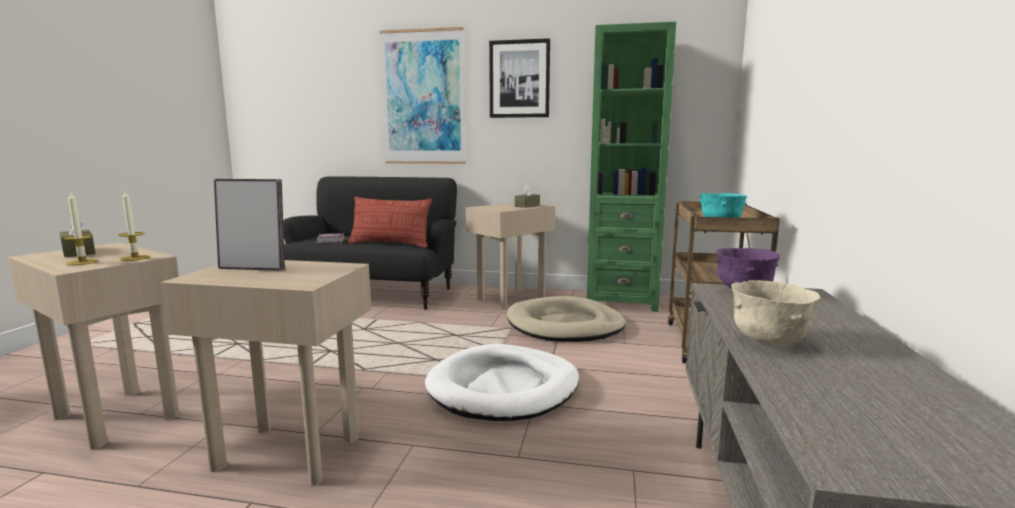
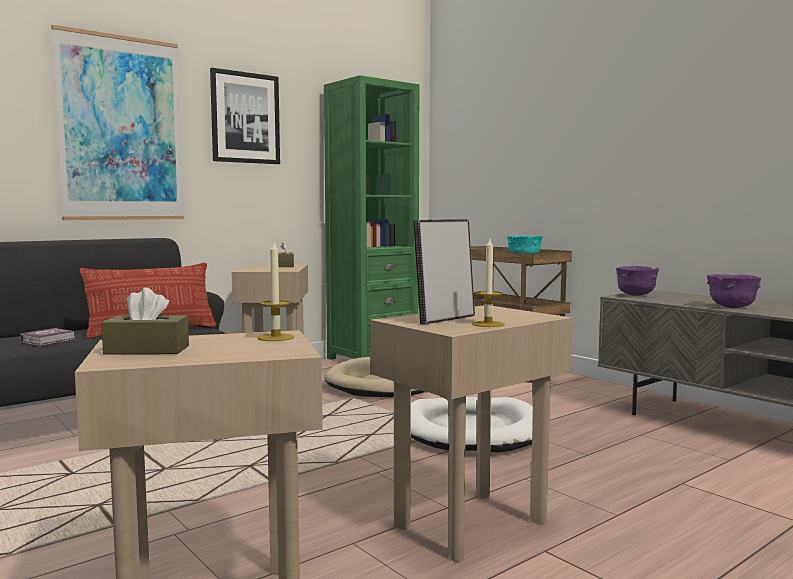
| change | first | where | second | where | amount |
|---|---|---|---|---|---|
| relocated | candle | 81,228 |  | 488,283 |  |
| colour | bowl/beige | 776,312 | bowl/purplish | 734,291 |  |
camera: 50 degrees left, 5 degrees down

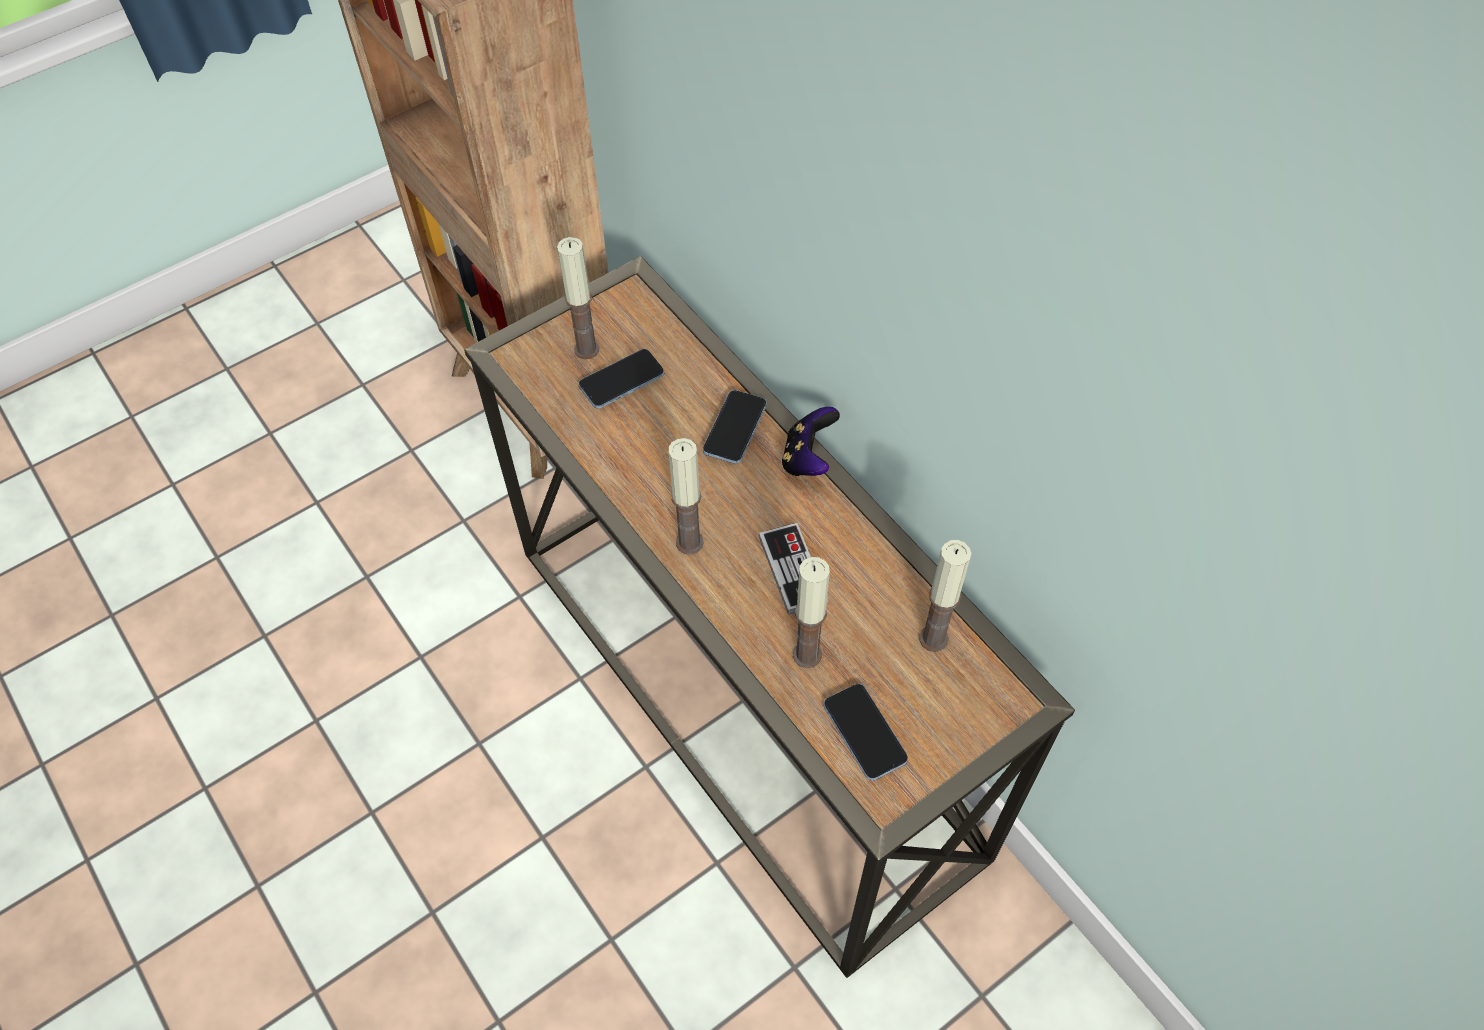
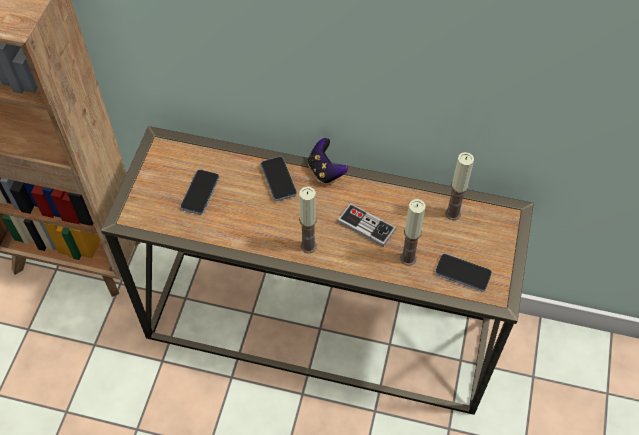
| change | first | where | second | where | amount |
|---|---|---|---|---|---|
| missing | candle | 578,298 |  |  |  |
camera: 40 degrees left, 0 degrees up

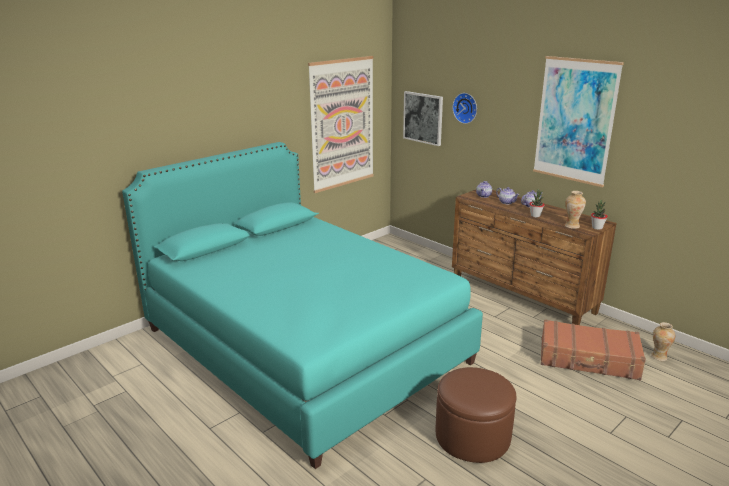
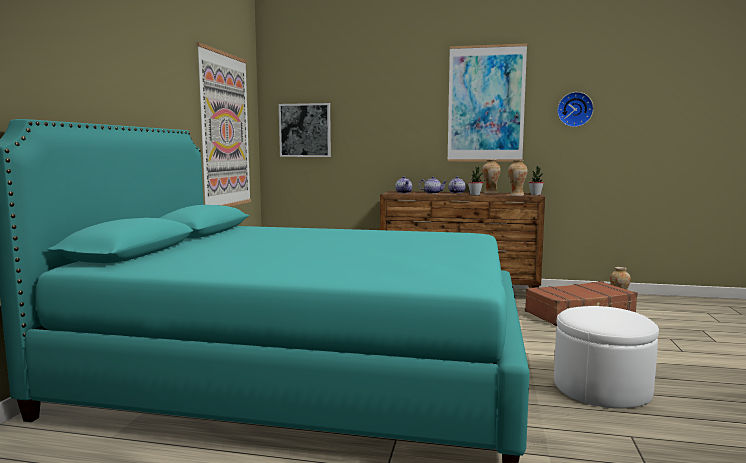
| change | first | where | second | where | amount |
|---|---|---|---|---|---|
| colour | pouffe/brown | 476,415 | pouffe/white-coloured | 606,357 |  |
| relocated | wall clock | 464,108 |  | 575,109 |  |
| appeared |  |  | decorative vase | 491,177 |  |
camera: 35 degrees left, 15 degrees down

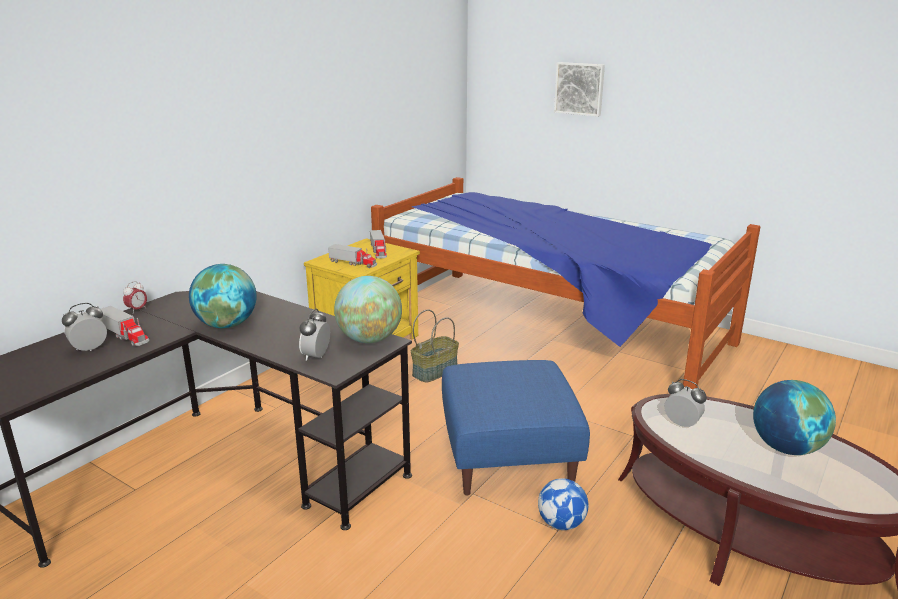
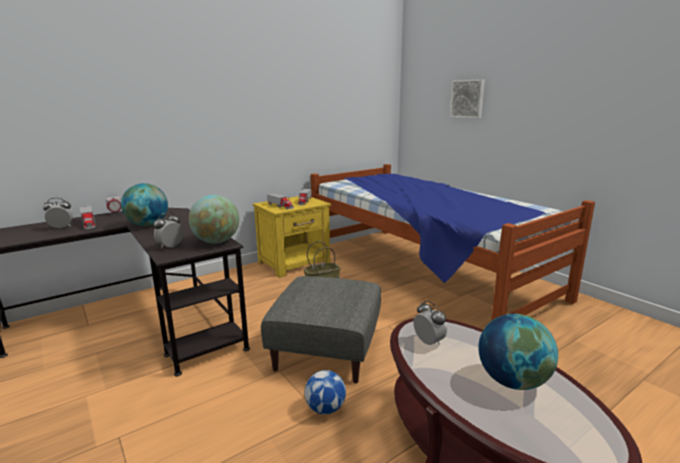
| change | first | where | second | where | amount |
|---|---|---|---|---|---|
| colour | pouffe/blue-coloured | 516,427 | pouffe/greyish | 321,329 |  |
camera: 20 degrees right, 5 degrees down

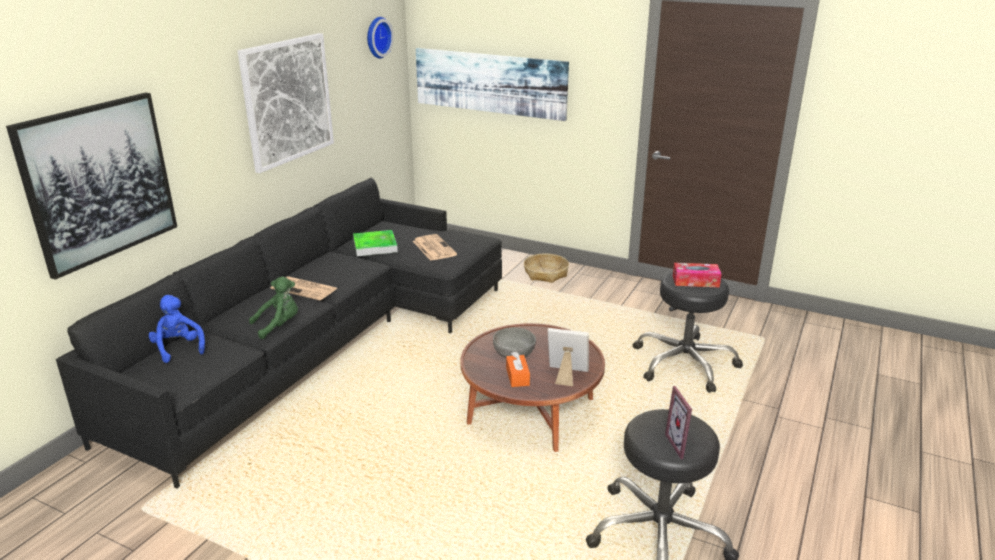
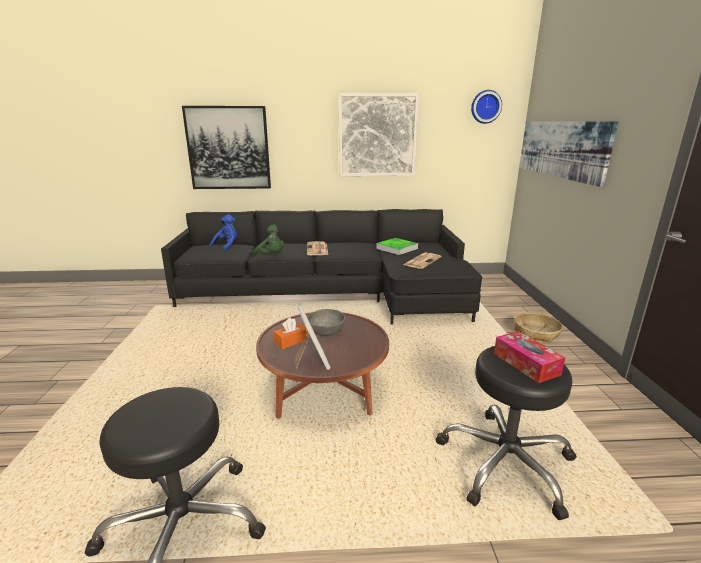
| change | first | where | second | where | amount |
|---|---|---|---|---|---|
| missing | picture frame | 679,422 |  |  |  |
camera: 60 degrees right, 5 degrees down

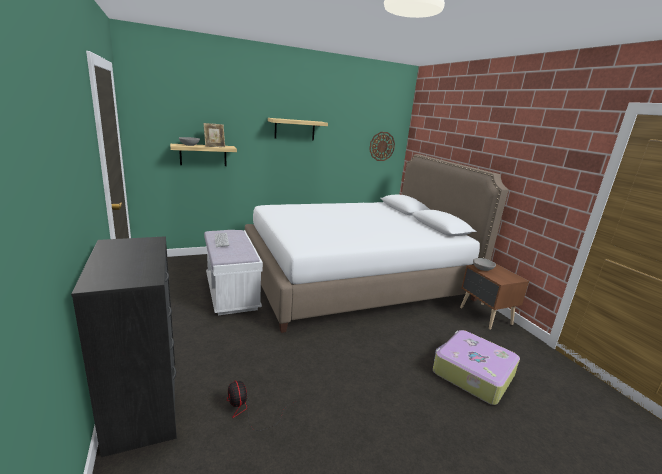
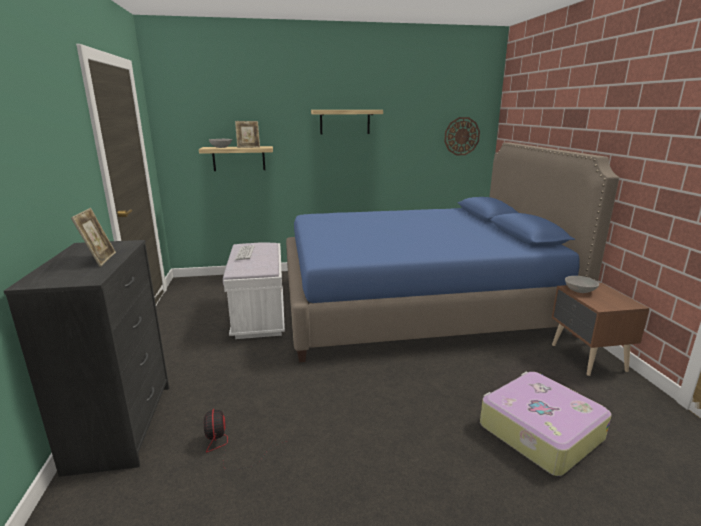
| change | first | where | second | where | amount |
|---|---|---|---|---|---|
| colour | sleeping bed/white-coloured | 376,243 | sleeping bed/blue-coloured | 452,252 |  |
| appeared |  |  | picture frame | 93,237 |  |
camera: 15 degrees right, 0 degrees up

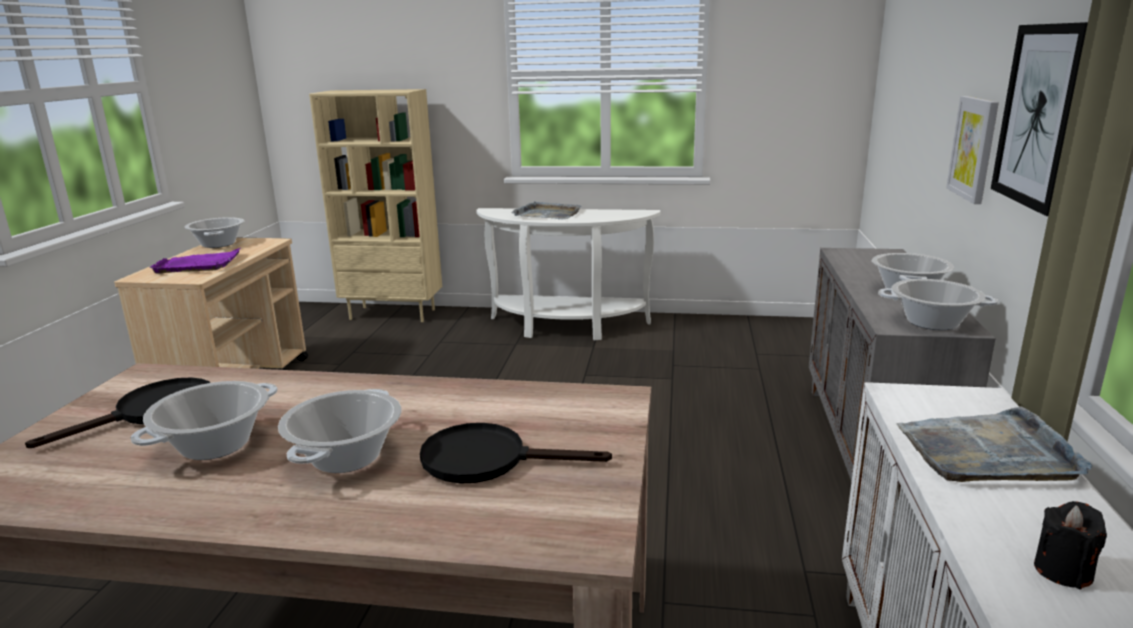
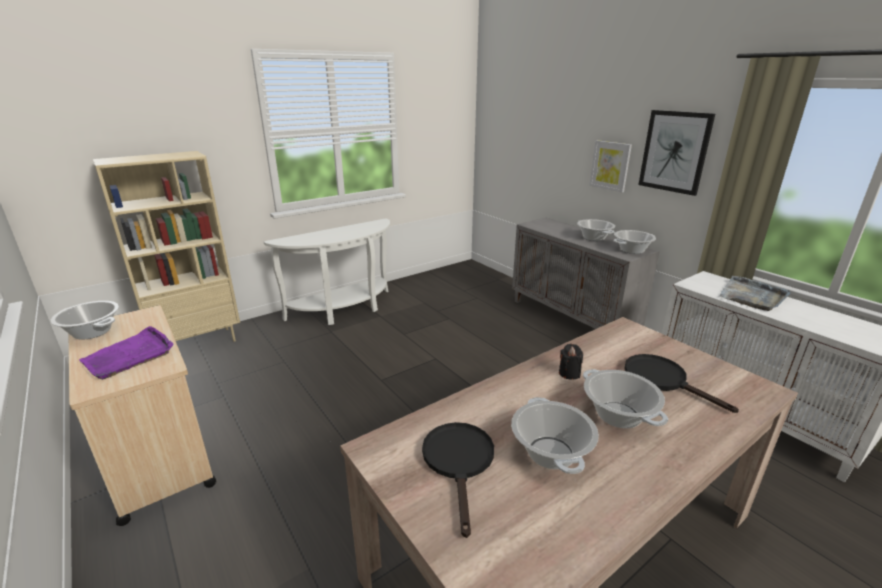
| change | first | where | second | where | amount |
|---|---|---|---|---|---|
| spun | frying pan/blackish | 516,453 |  | 681,383 | 90 degrees clockwise |
| missing | serving tray/greyish | 546,210 |  |  |  |
| relocated | candle/blackish | 1070,545 |  | 571,362 |  |
camera: 45 degrees left, 5 degrees up

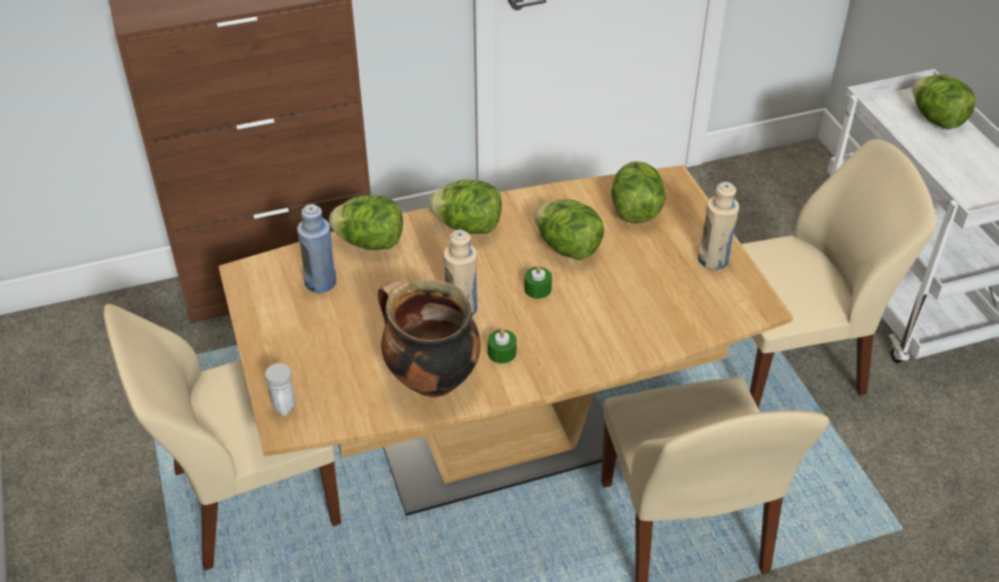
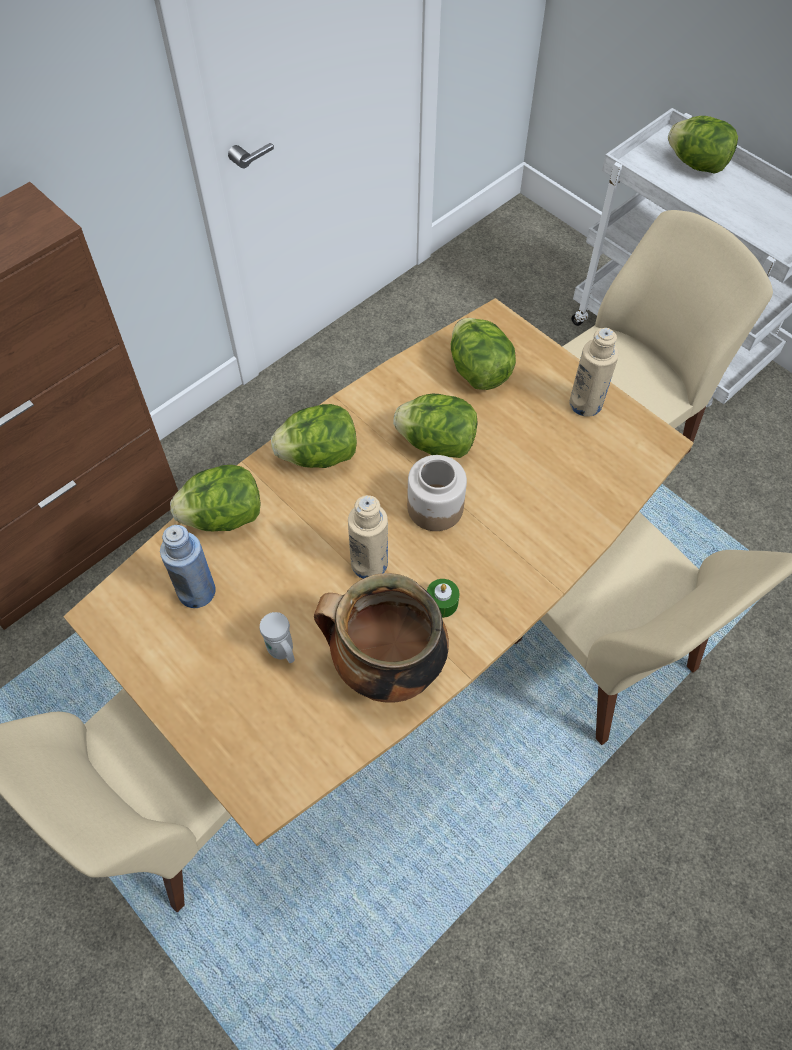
| change | first | where | second | where | amount |
|---|---|---|---|---|---|
| relocated | tea mug/white-coloured | 280,389 |  | 277,637 |  |
| exchanged | candle/green-coloured | 538,282 | storage jar | 437,493 |  |
camera: 25 degrees left, 15 degrees up

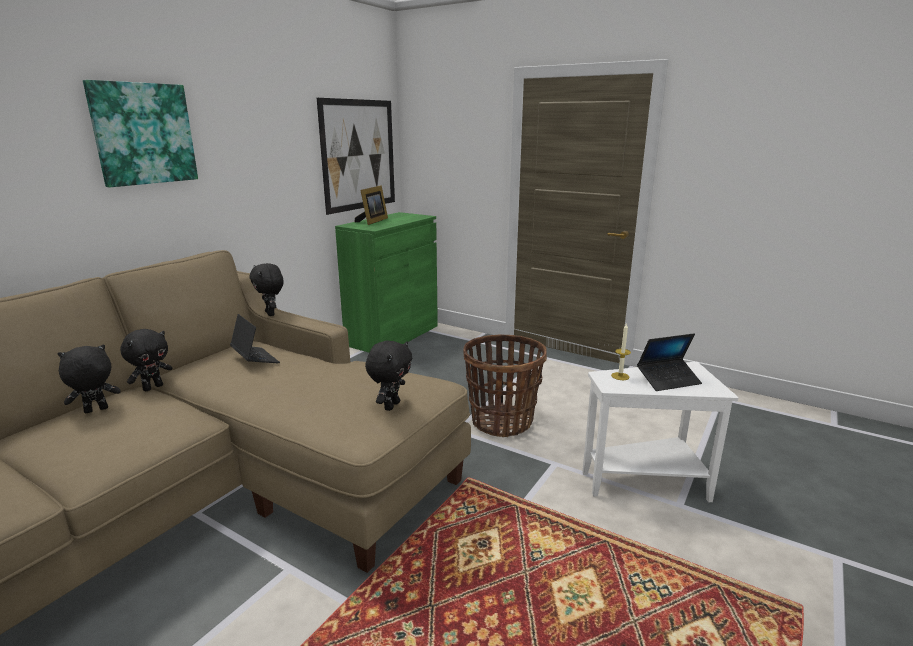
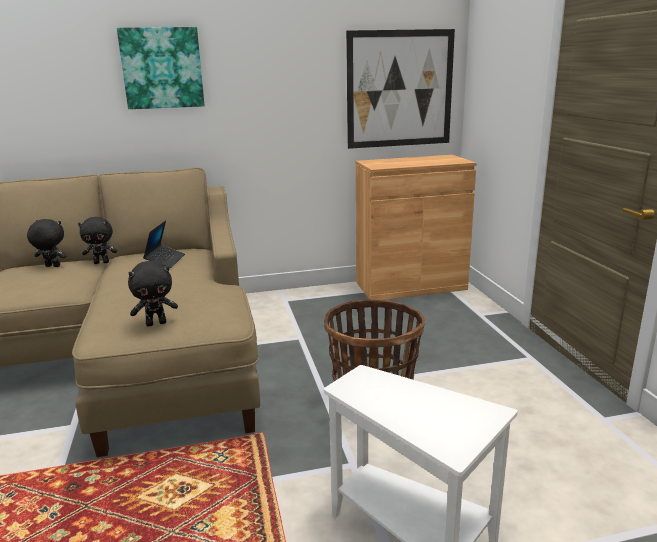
| change | first | where | second | where | amount |
|---|---|---|---|---|---|
| missing | plush toy/blackish | 266,289 |  |  |  |
| colour | cupboard/green-coloured | 386,282 | cupboard/brown | 416,227 |  |
| missing | picture frame | 371,205 |  |  |  |
| missing | candle | 621,352 |  |  |  |
| missing | laptop | 669,362 |  |  |  |
camera: 45 degrees right, 0 degrees up

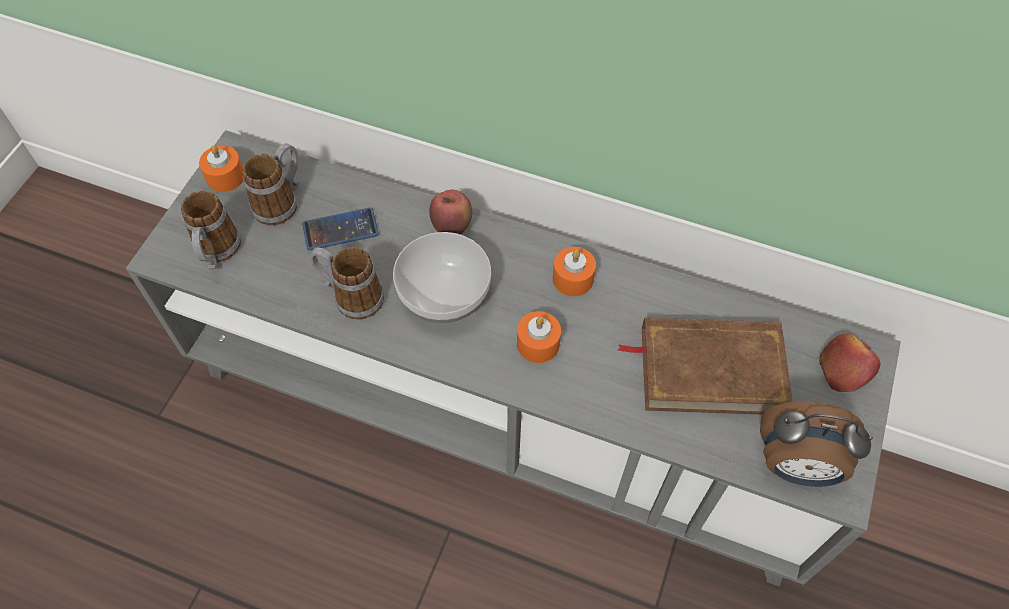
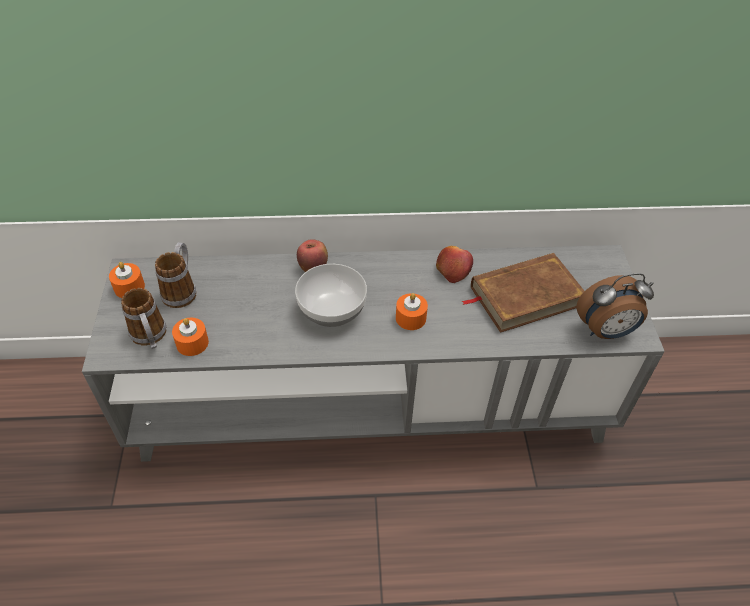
| change | first | where | second | where | amount |
|---|---|---|---|---|---|
| missing | phone | 340,228 |  |  |  |
| missing | tea mug | 346,283 |  |  |  |
| relocated | candle/orange | 574,271 |  | 190,337 |  |
| relocated | apple fruit | 849,363 |  | 454,264 |  |
camera: 25 degrees left, 10 degrees down

